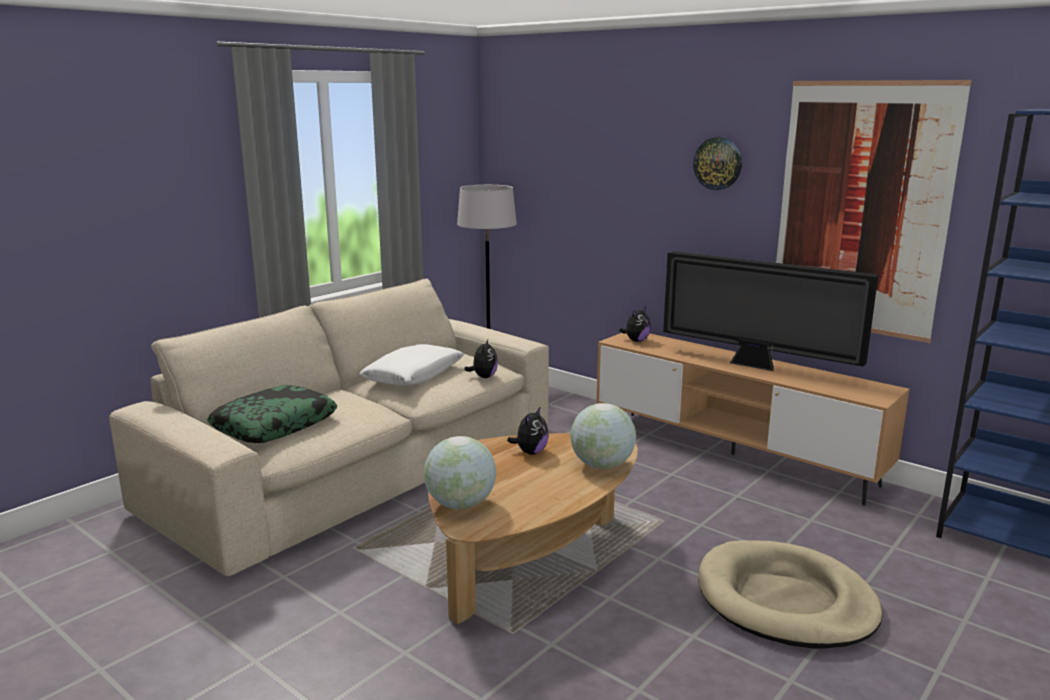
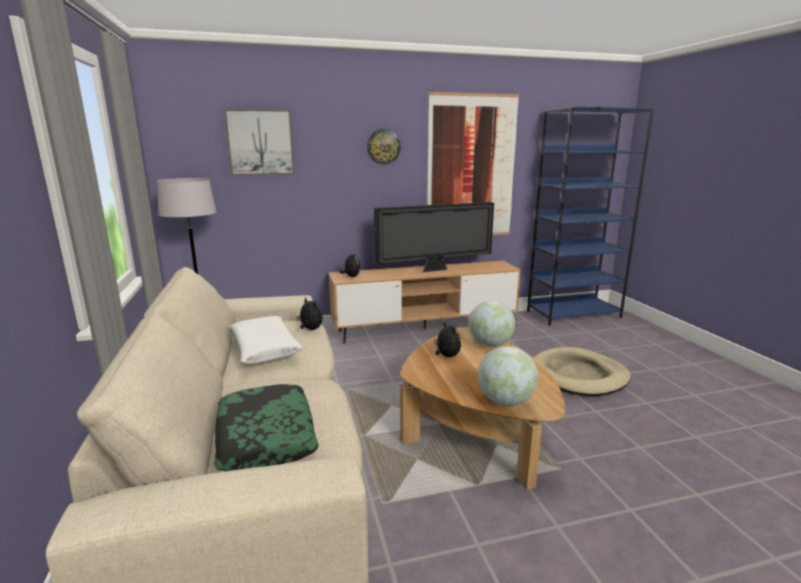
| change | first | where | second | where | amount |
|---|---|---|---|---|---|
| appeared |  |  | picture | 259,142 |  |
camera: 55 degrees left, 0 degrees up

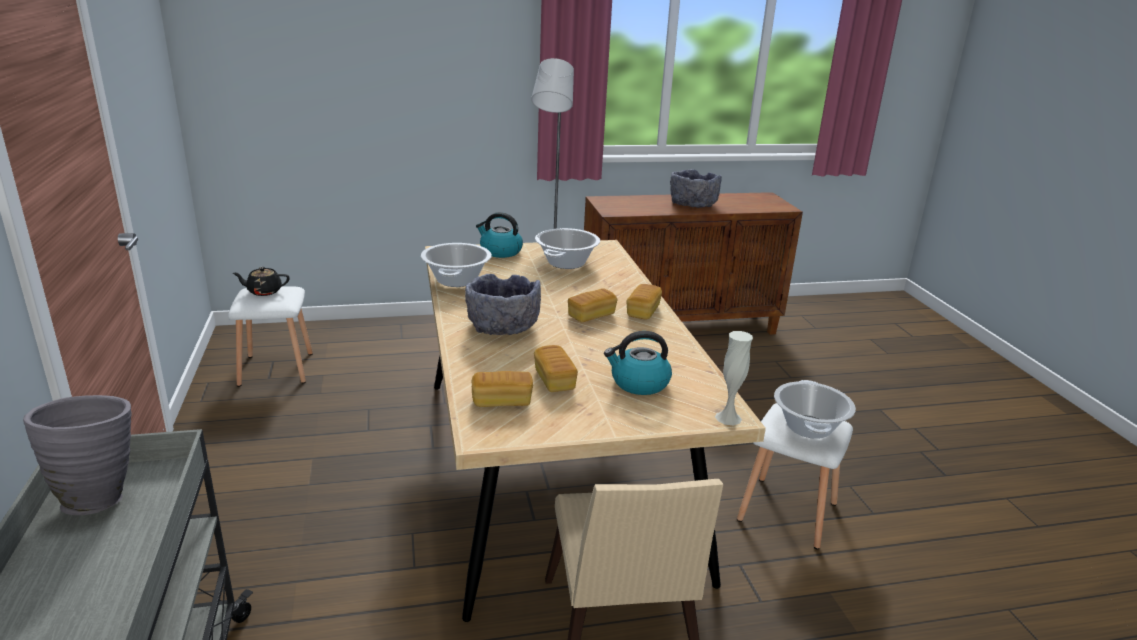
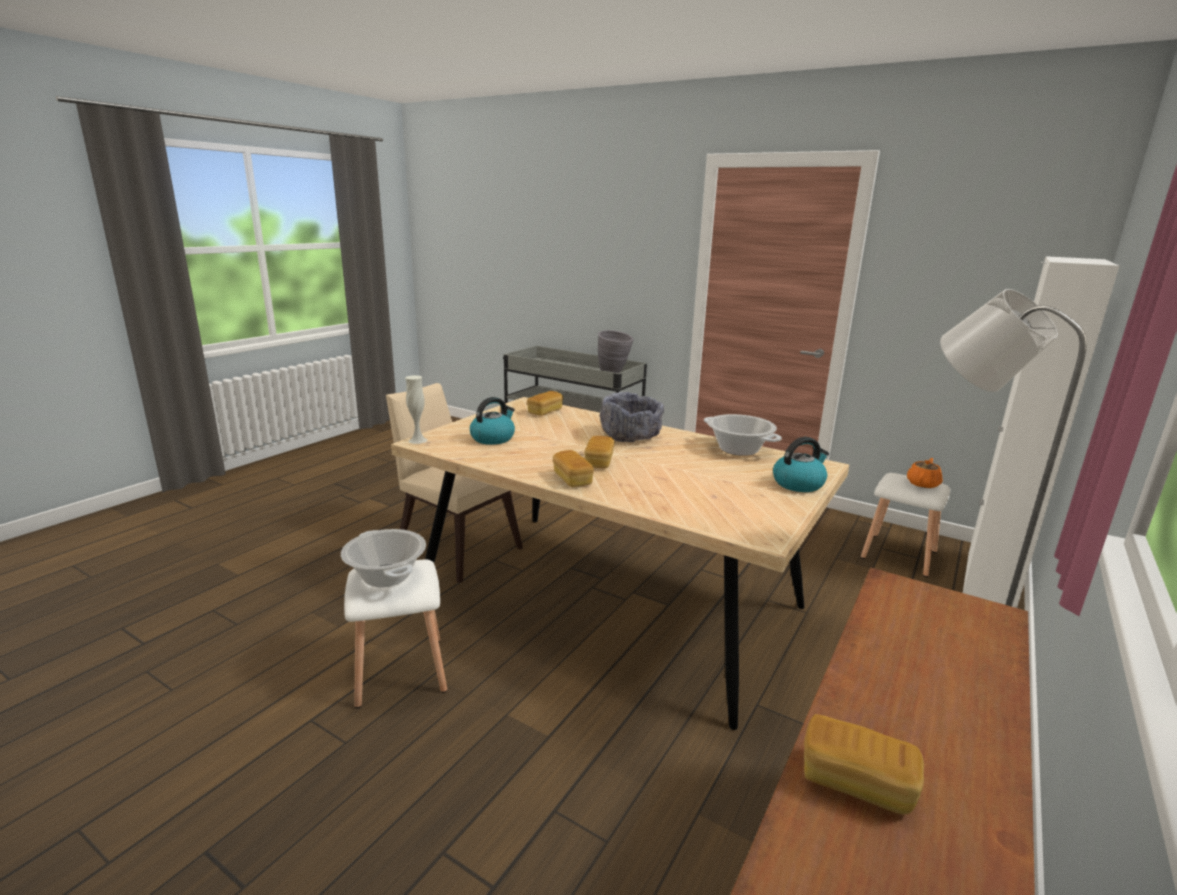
| change | first | where | second | where | amount |
|---|---|---|---|---|---|
| colour | pot for tea/blackish | 261,281 | pot for tea/orange | 925,473 |  |
| relocated | bakery bread | 556,368 |  | 864,764 |  |
| missing | cooking pot | 567,248 |  |  |  |
| missing | bowl/greyish | 696,188 |  |  |  |
| appeared |  |  | cupboard/white-coloured | 1041,432 |  |
camera: 135 degrees right, 5 degrees down

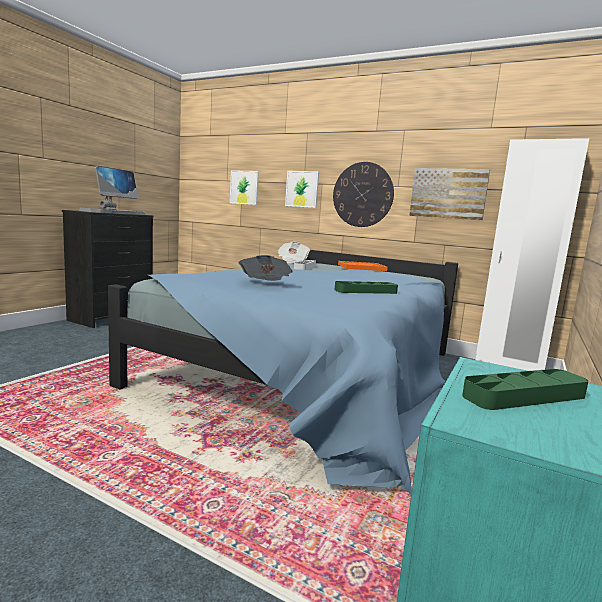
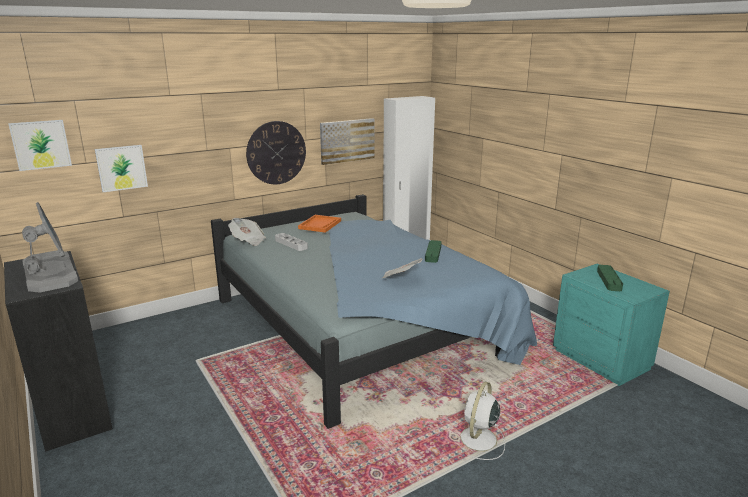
| change | first | where | second | where | amount |
|---|---|---|---|---|---|
| relocated | picture | 302,189 |  | 40,145 |  |
| appeared |  |  | cooling fan/white-coloured | 481,420 |  |
camera: 60 degrees left, 10 degrees up

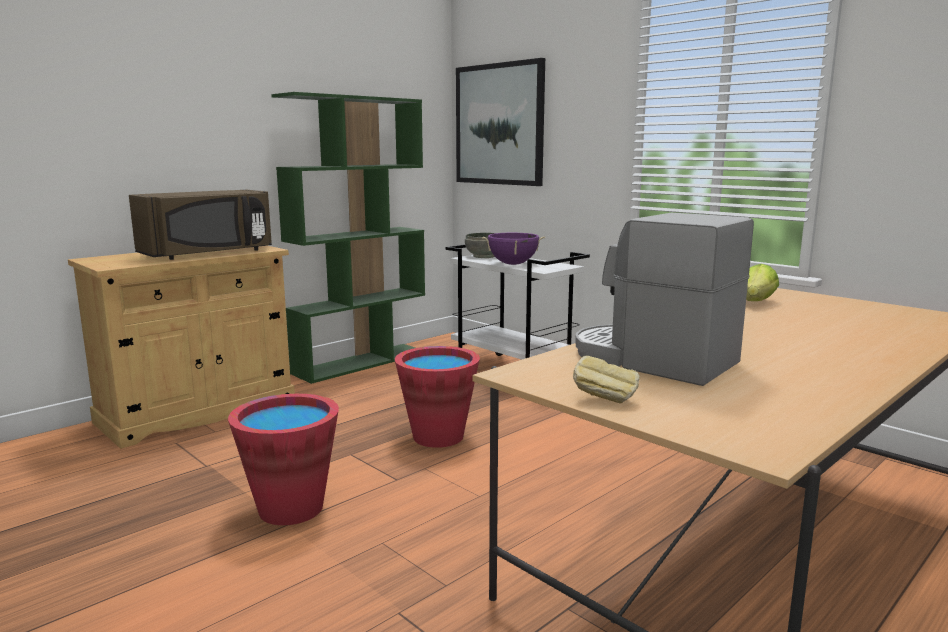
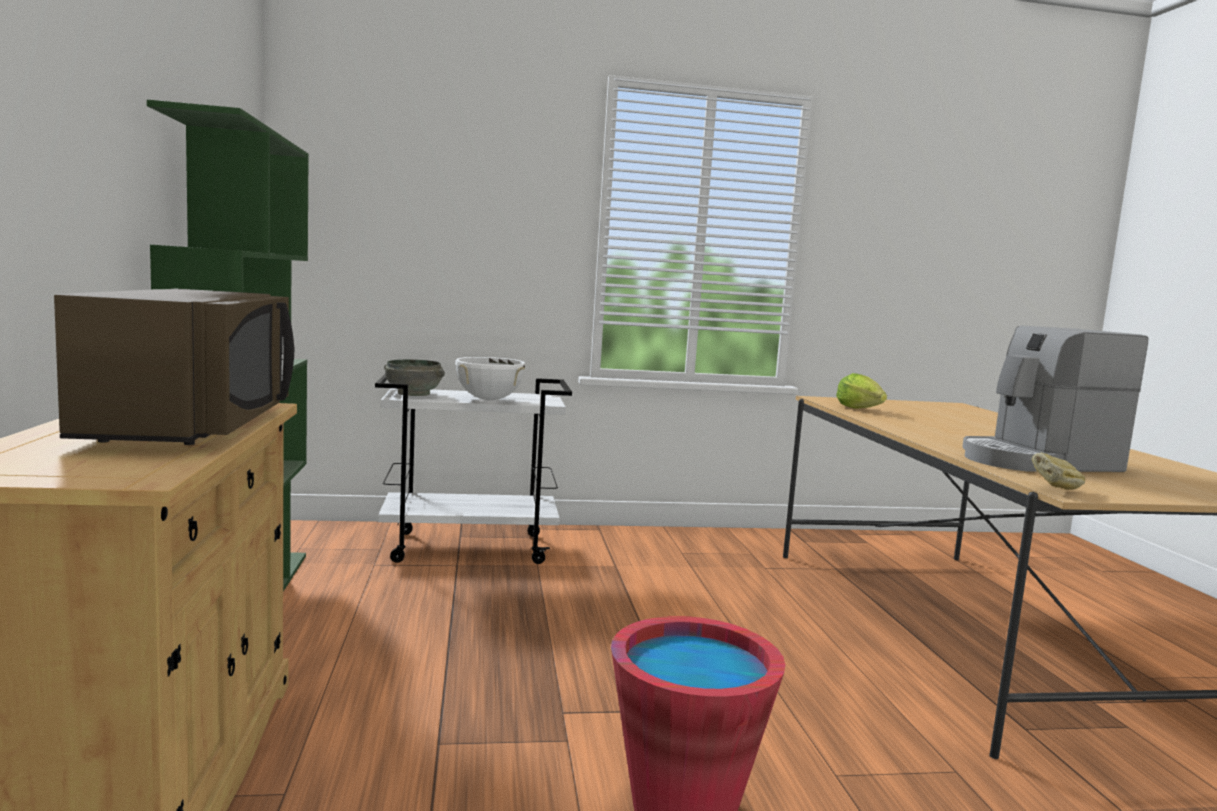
| change | first | where | second | where | amount |
|---|---|---|---|---|---|
| missing | pail/red-coloured | 437,397 |  |  |  |
| missing | picture | 500,122 |  |  |  |
| colour | cooking pot/purplish | 513,249 | cooking pot/white-coloured | 490,378 |  |
| relocated | bakery bread | 606,380 |  | 1058,471 |  |
camera: 55 degrees left, 5 degrees down

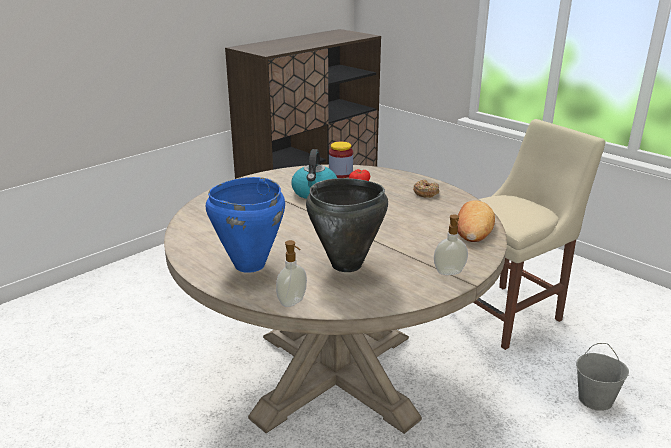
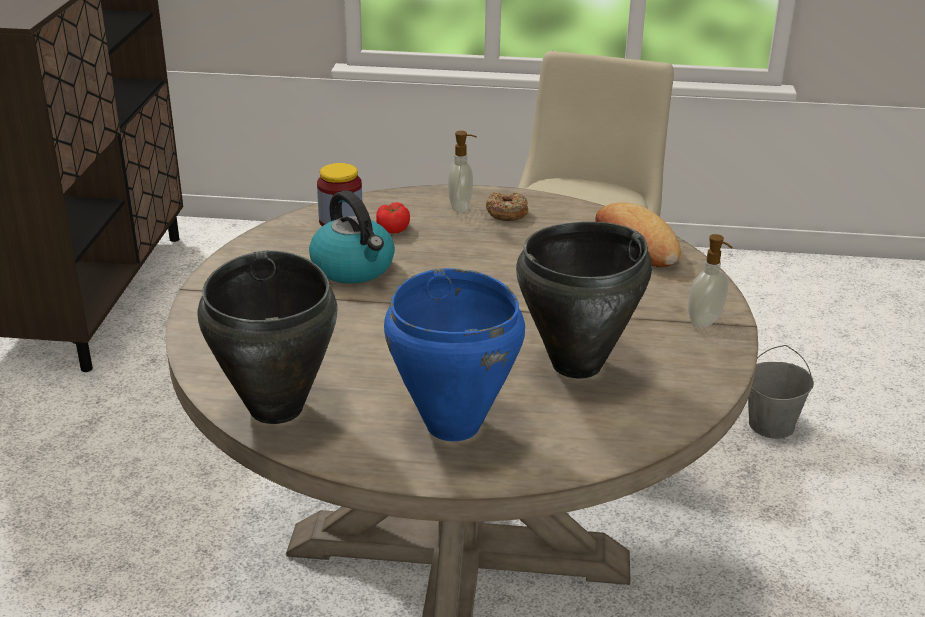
| change | first | where | second | where | amount |
|---|---|---|---|---|---|
| relocated | soap bottle | 291,273 |  | 462,172 |  |
| appeared |  |  | cooking pot/blackish | 267,337 |  |
camera: 40 degrees left, 5 degrees up

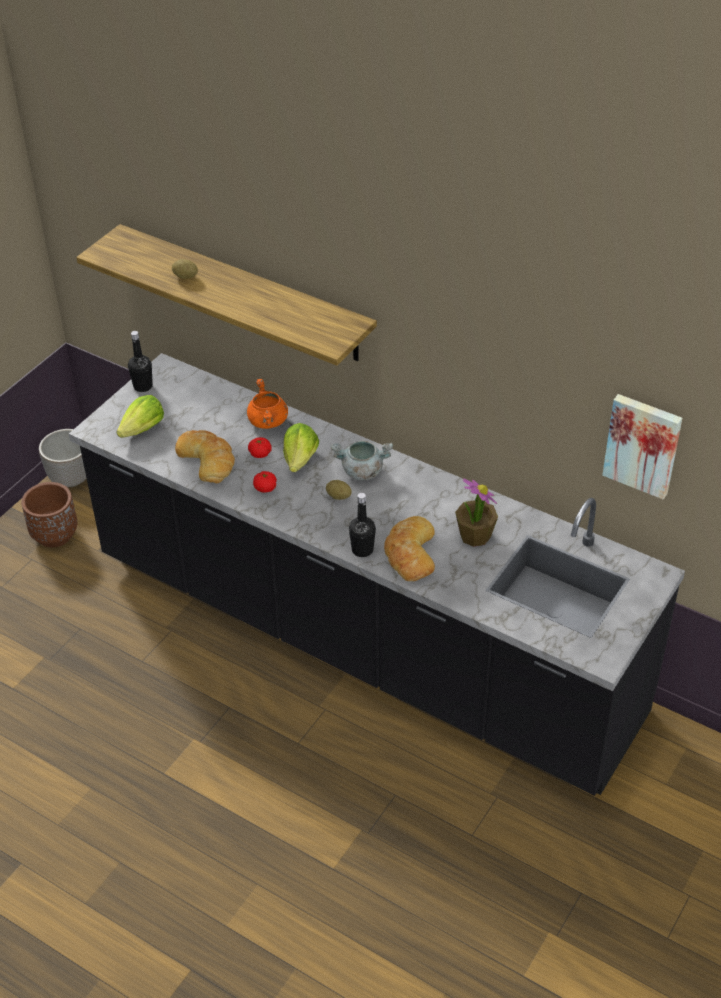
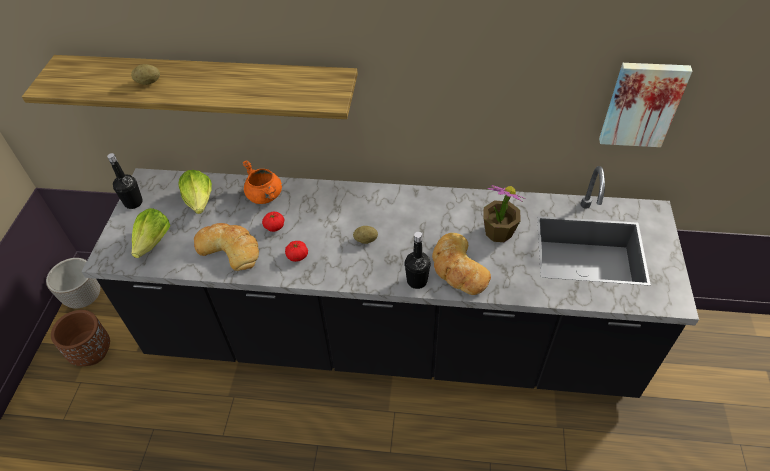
| change | first | where | second | where | amount |
|---|---|---|---|---|---|
| relocated | lettuce | 301,447 |  | 195,192 |  |
| missing | cooking pot/greyish | 361,460 |  |  |  |
camera: 25 degrees left, 5 degrees up

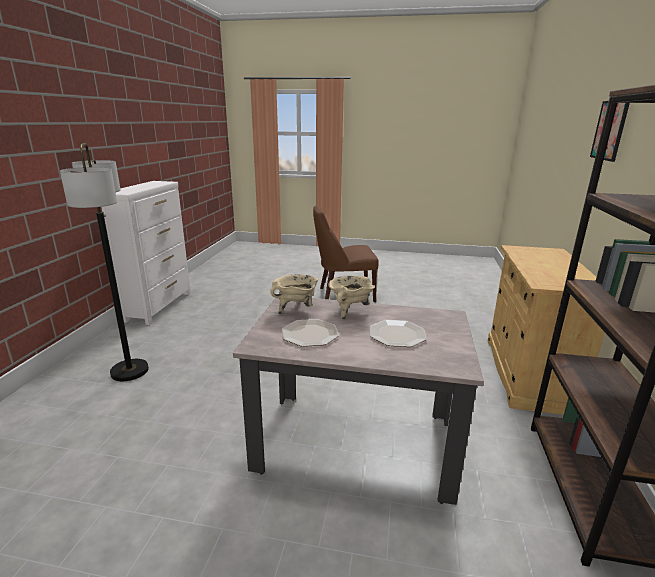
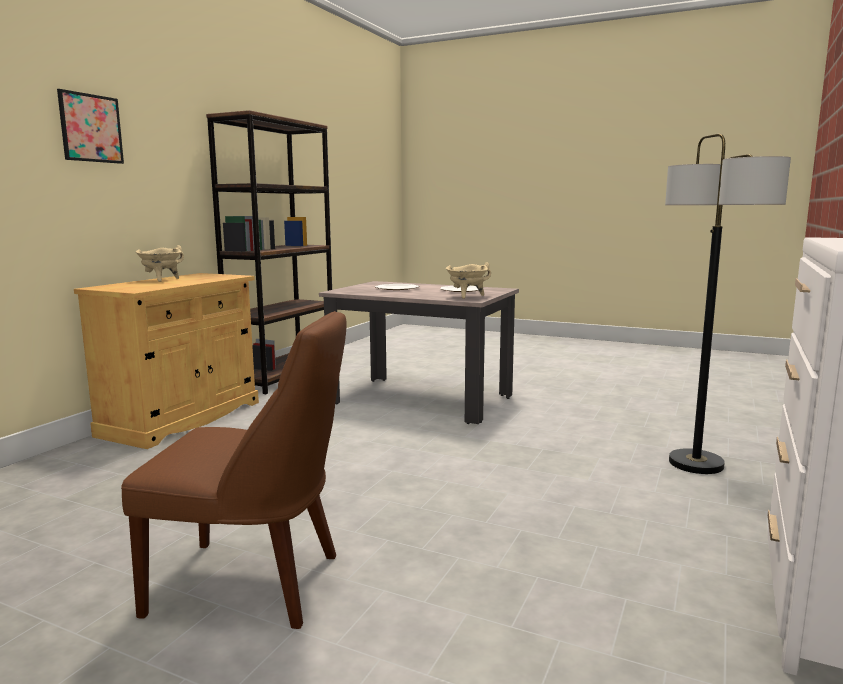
| change | first | where | second | where | amount |
|---|---|---|---|---|---|
| relocated | cooking pot/beige | 351,298 |  | 160,263 |  |
camera: 165 degrees left, 10 degrees down

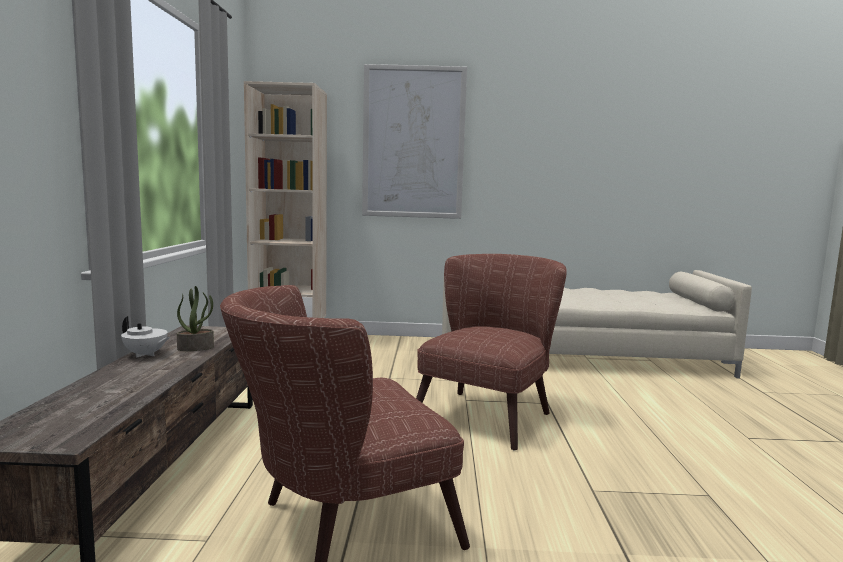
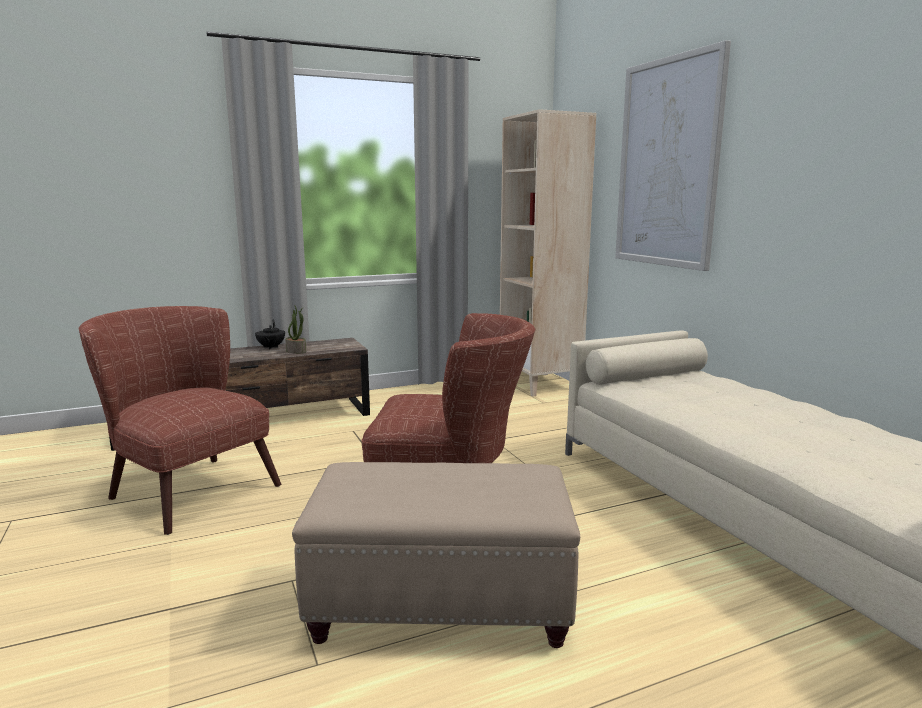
| change | first | where | second | where | amount |
|---|---|---|---|---|---|
| colour | pot for tea/white-coloured | 145,337 | pot for tea/blackish | 270,334 |  |
| appeared |  |  | pouffe/beige | 436,555 |  |
camera: 65 degrees right, 5 degrees up

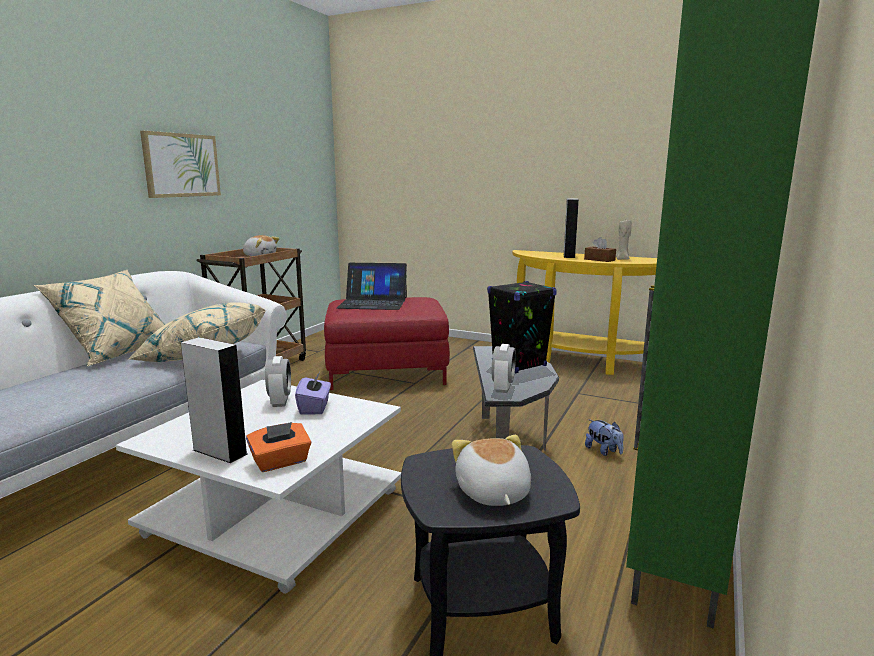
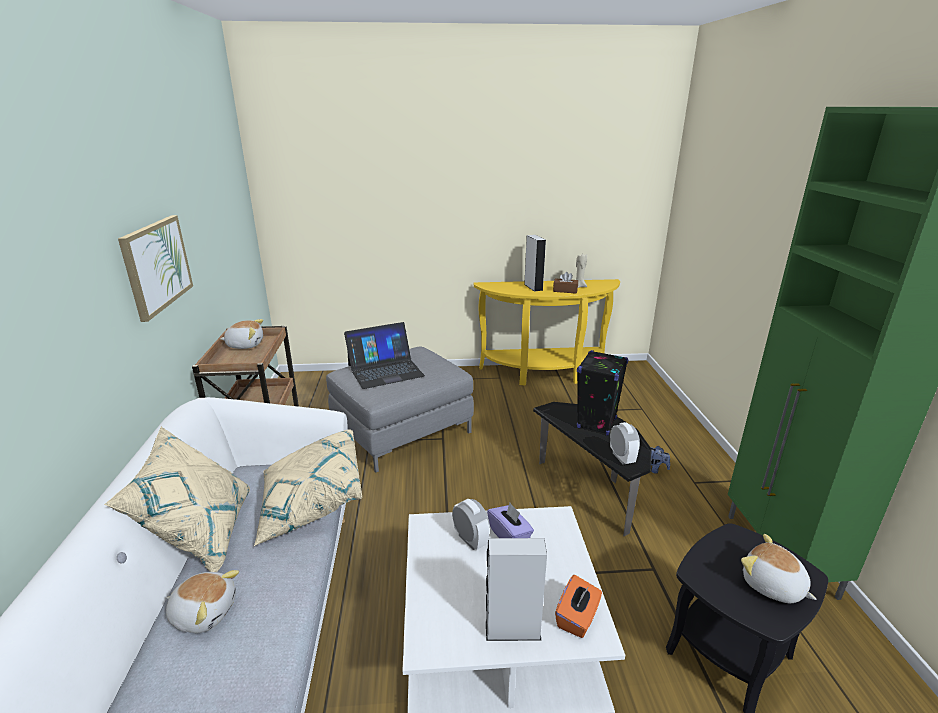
| change | first | where | second | where | amount |
|---|---|---|---|---|---|
| colour | pouffe/red-coloured | 387,343 | pouffe/greyish | 400,409 |  |
| appeared |  |  | plush toy | 202,601 |  |
camera: 30 degrees left, 10 degrees up

